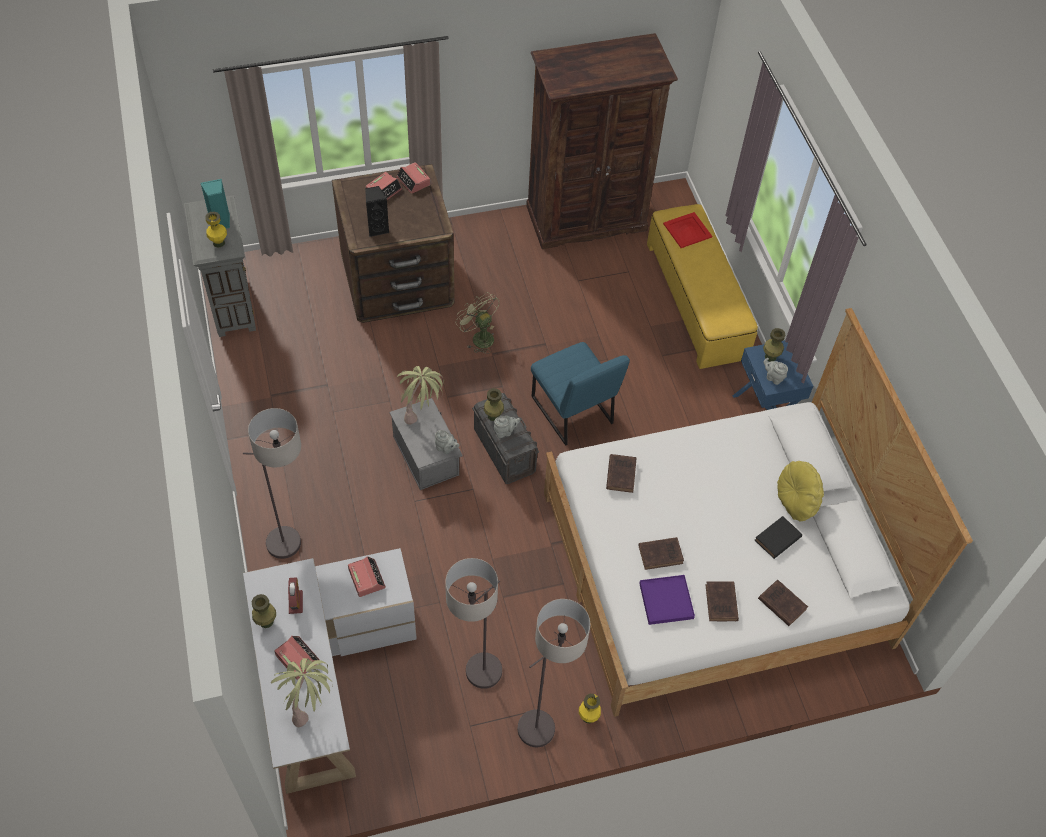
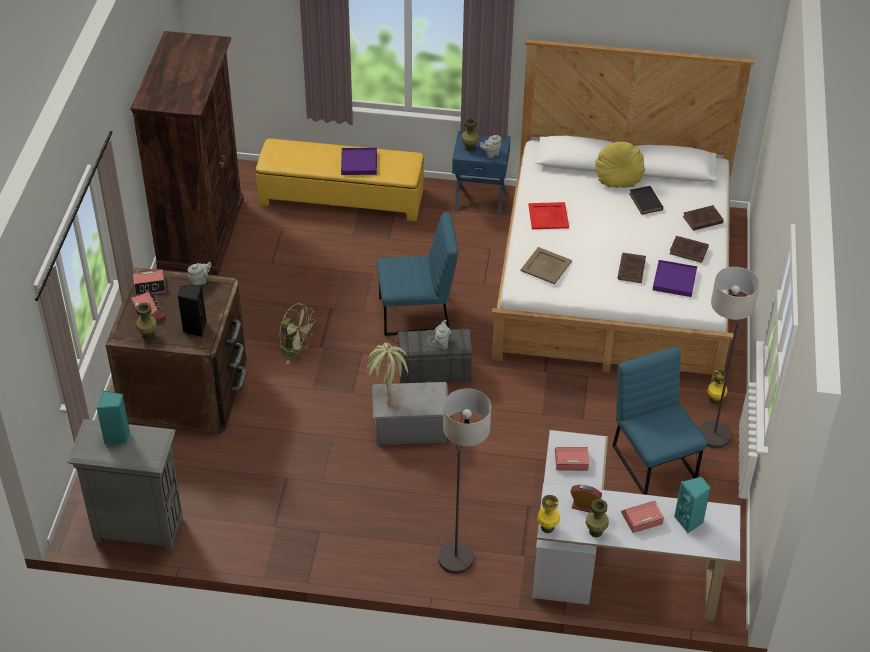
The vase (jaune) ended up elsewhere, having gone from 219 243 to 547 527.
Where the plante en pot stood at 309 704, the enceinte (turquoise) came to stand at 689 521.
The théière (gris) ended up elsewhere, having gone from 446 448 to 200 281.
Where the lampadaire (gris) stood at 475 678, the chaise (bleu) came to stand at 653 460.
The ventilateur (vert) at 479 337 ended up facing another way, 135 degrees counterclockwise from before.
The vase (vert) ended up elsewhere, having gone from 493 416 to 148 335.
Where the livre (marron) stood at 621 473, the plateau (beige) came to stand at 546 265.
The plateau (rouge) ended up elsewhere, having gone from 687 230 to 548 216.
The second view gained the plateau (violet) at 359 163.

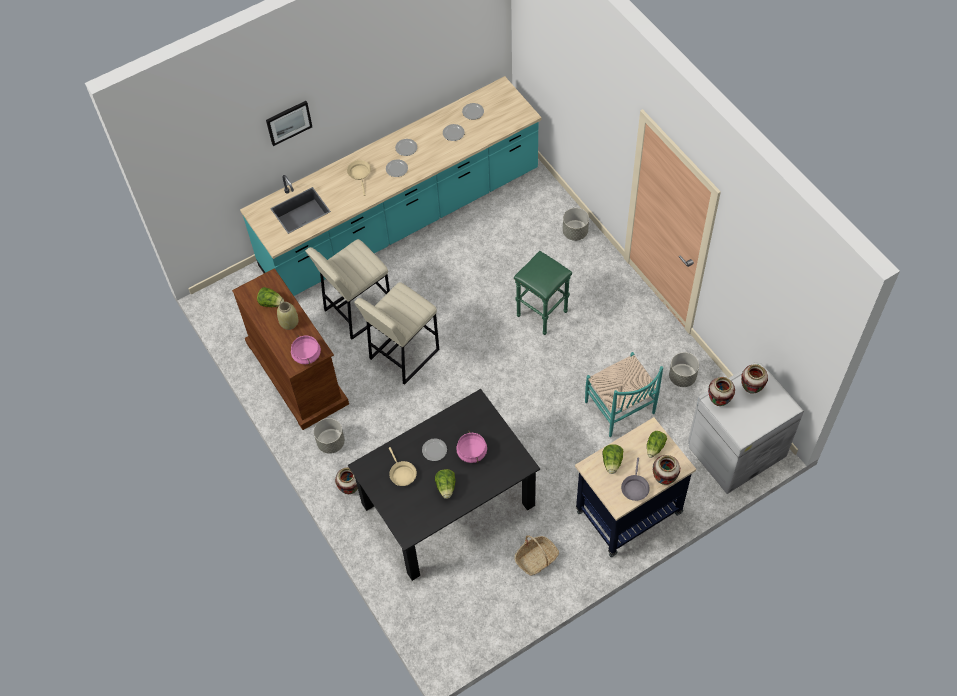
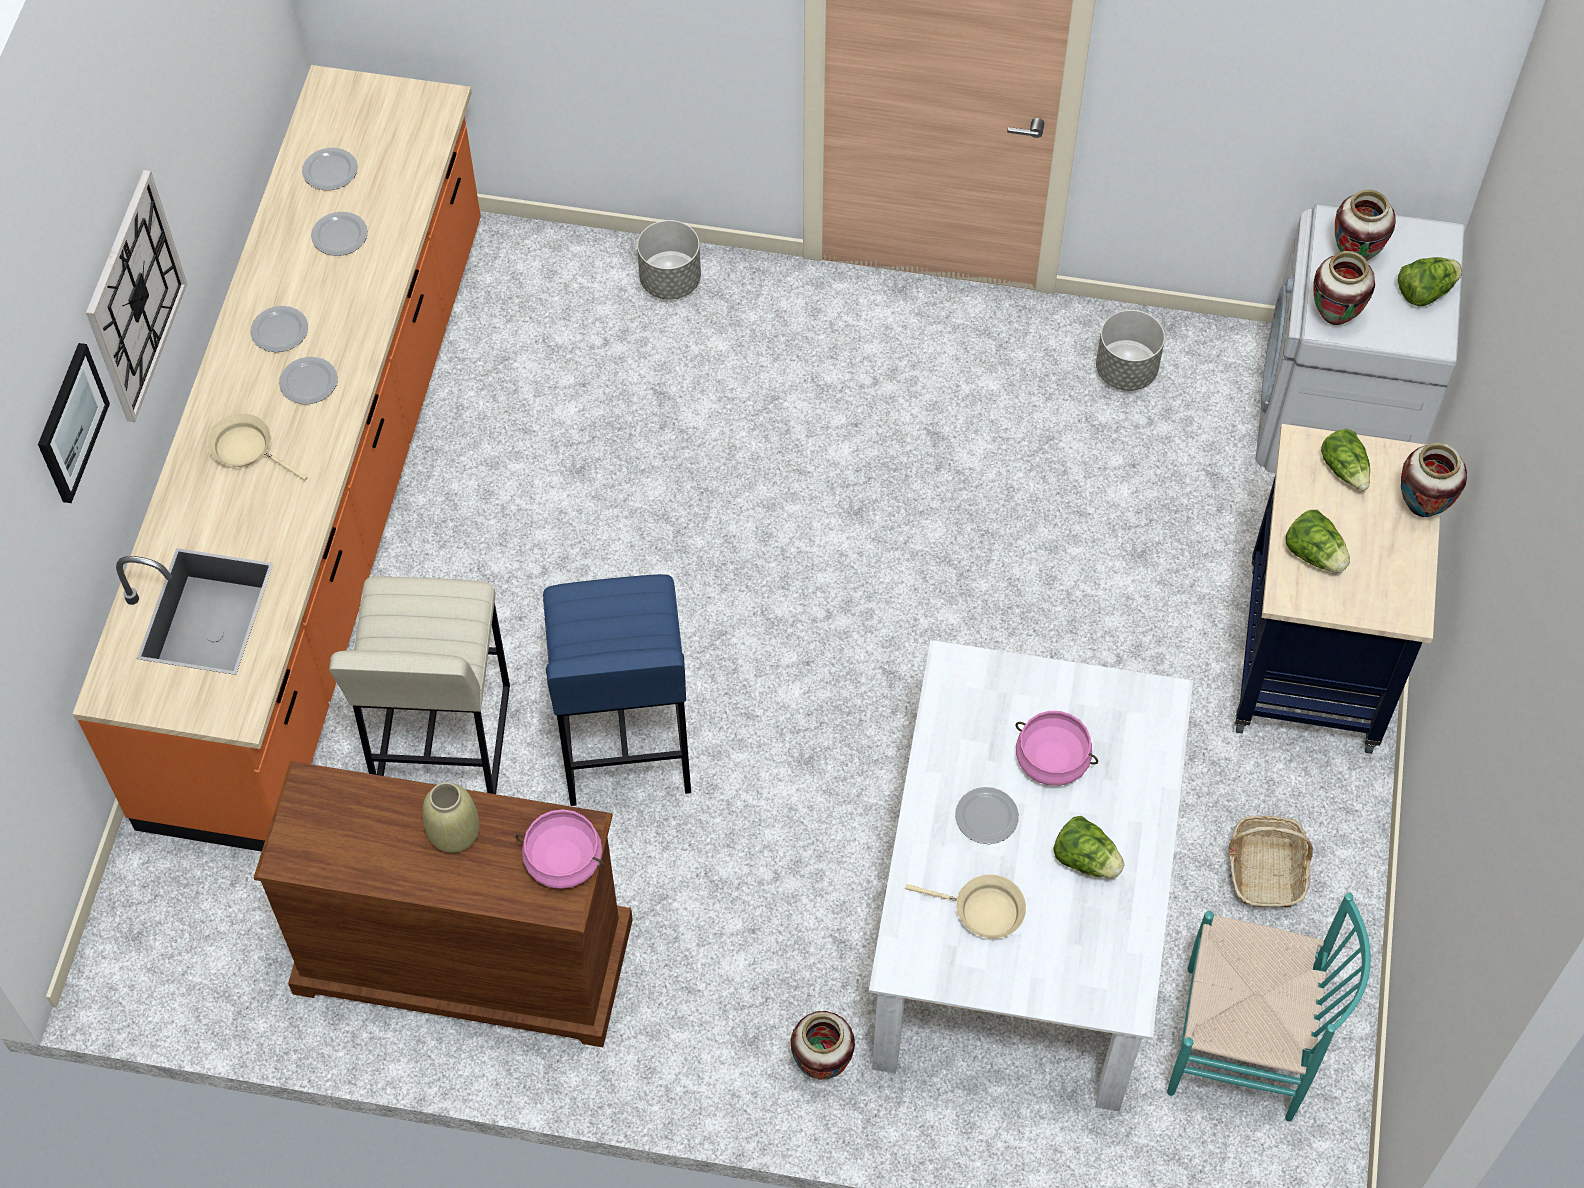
What was the comptoir de cuisine (turquoise) at 401 219 turned into the comptoir de cuisine (orange) at 325 512.
The laitue ended up elsewhere, having gone from 271 303 to 1425 292.
The second view lost the cache-pot (gris) at 331 442.
What was the table à manger (noir) at 447 506 turned into the table à manger (blanc) at 1021 926.
What was the tabouret (beige) at 403 355 turned into the tabouret (bleu) at 625 744.
The second view lost the tabouret (vert) at 543 313.
The chaise (turquoise) ended up elsewhere, having gone from 621 410 to 1247 1045.
The second view lost the poêle (gris) at 634 487.
The second view gained the horloge murale at 135 297.

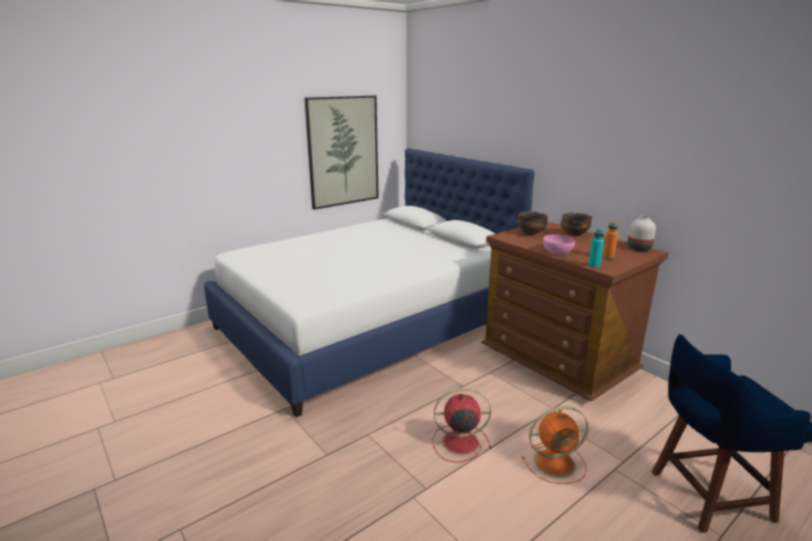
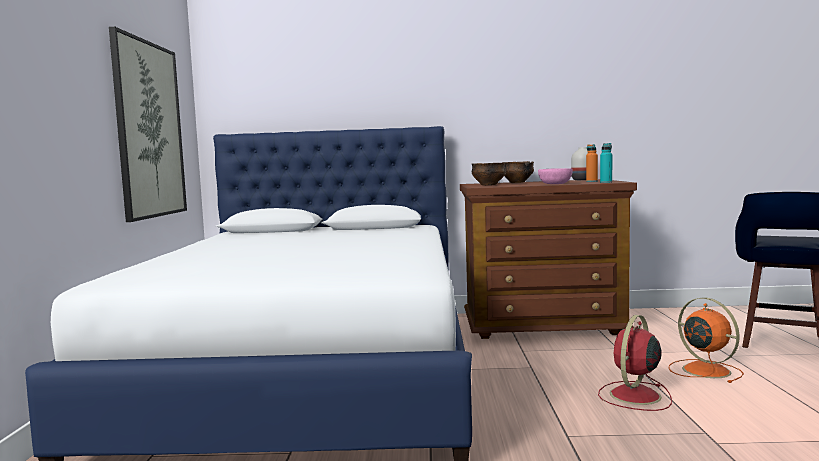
The ventilateur (orange) at 556 462 ended up facing another way, 60 degrees counterclockwise from before.

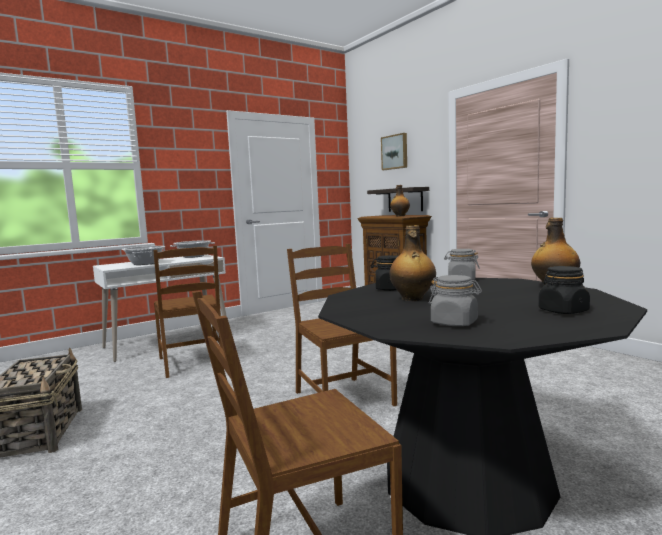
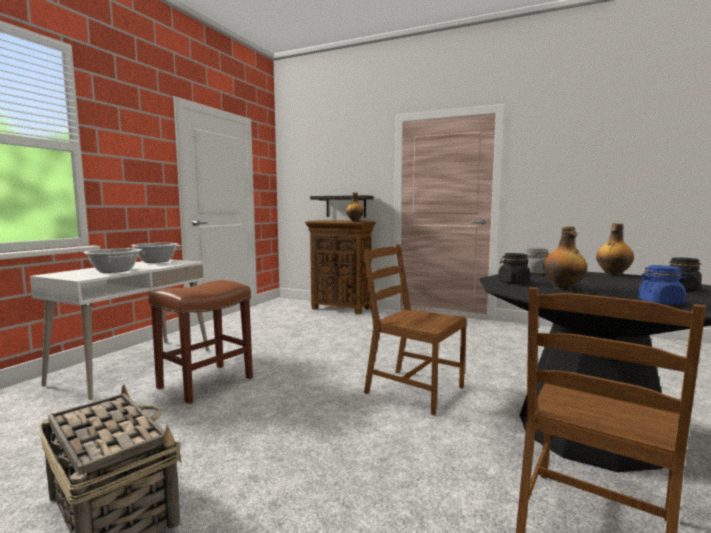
Where the chaise (marron) stood at 193 362, the tabouret (marron) came to stand at 205 383.
The second view lost the tableau at 395 152.
What was the bocal (gris) at 454 323 turned into the bocal (bleu) at 660 302.

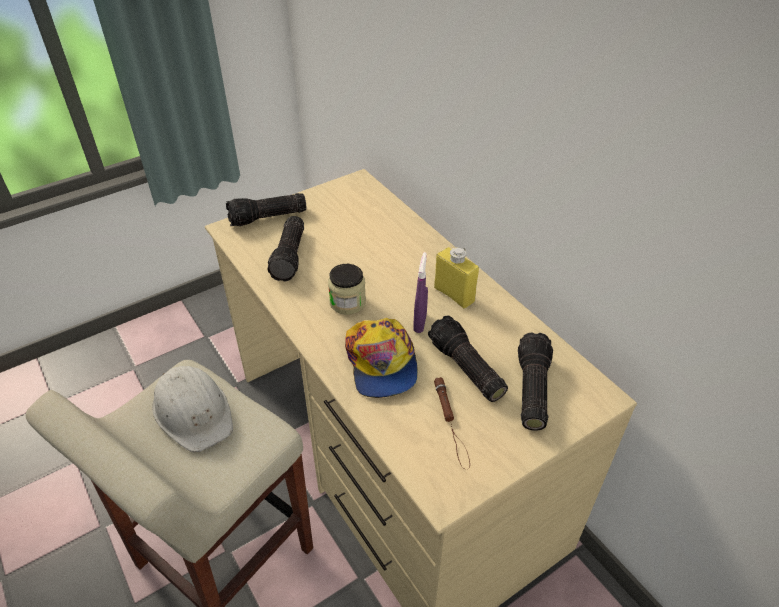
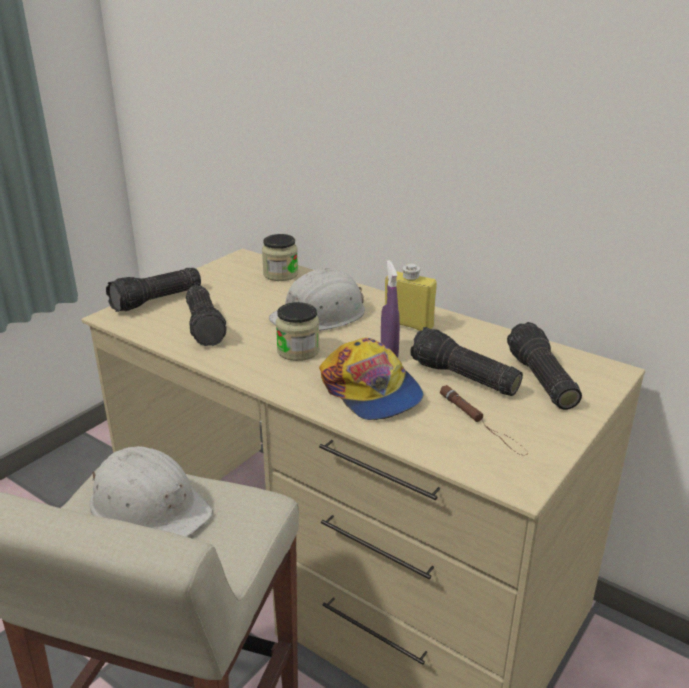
The second view gained the bocal at 280 274.
The second view gained the casque de chantier (blanc) at 320 315.

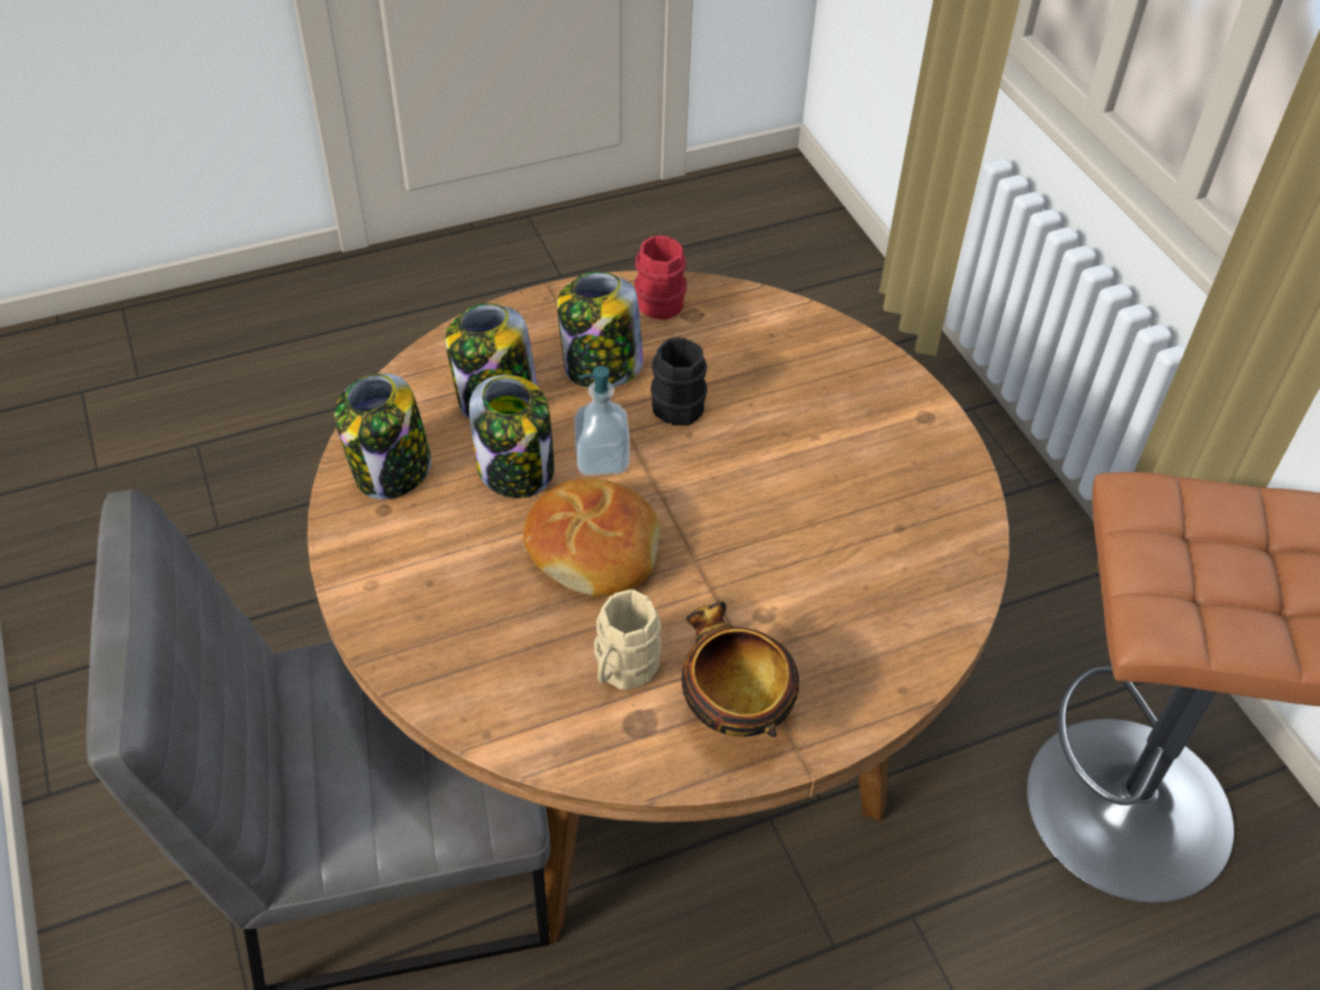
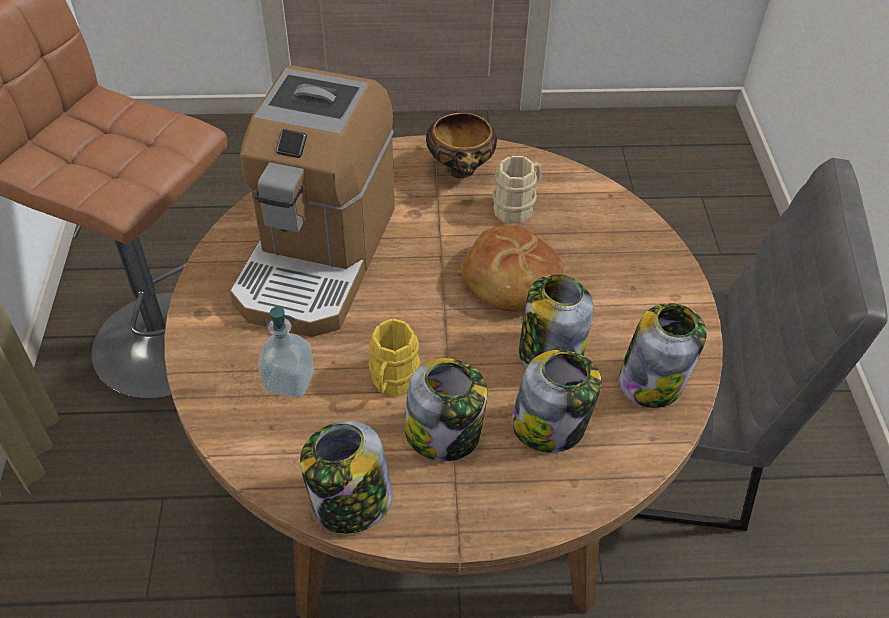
The distributeur de savon ended up elsewhere, having gone from 602 460 to 289 381.
Where the mug (rouge) stood at 660 297, the bocal came to stand at 350 503.
What was the mug (noir) at 677 400 turned into the mug (jaune) at 392 382.
The second view gained the machine à café at 317 256.

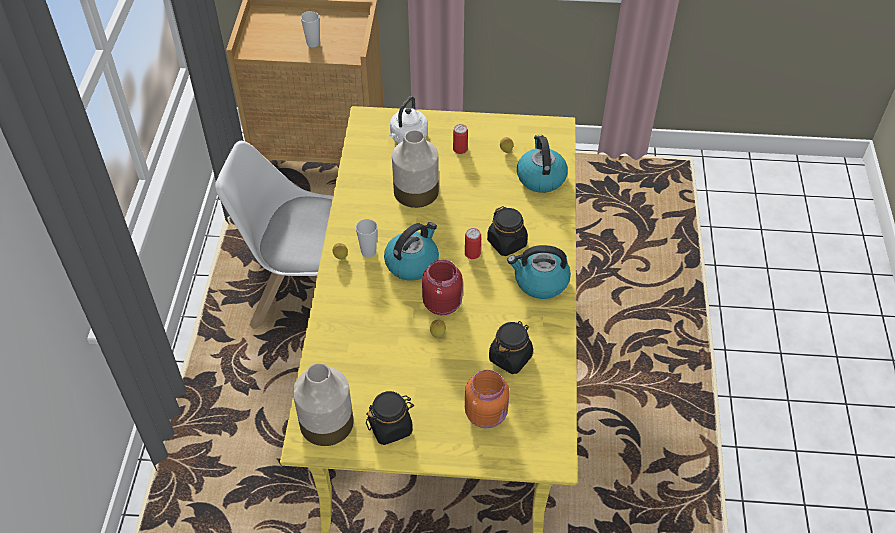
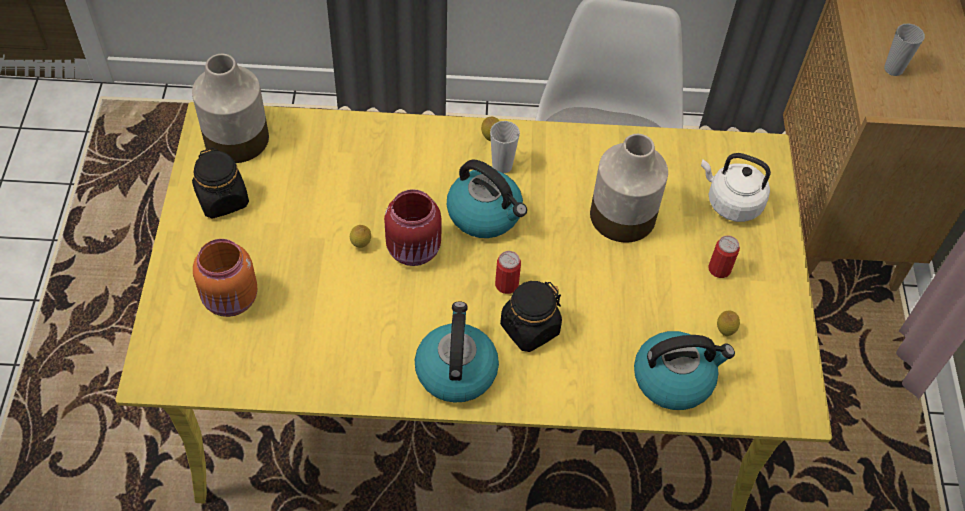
The second view lost the bocal (noir) at 510 357.

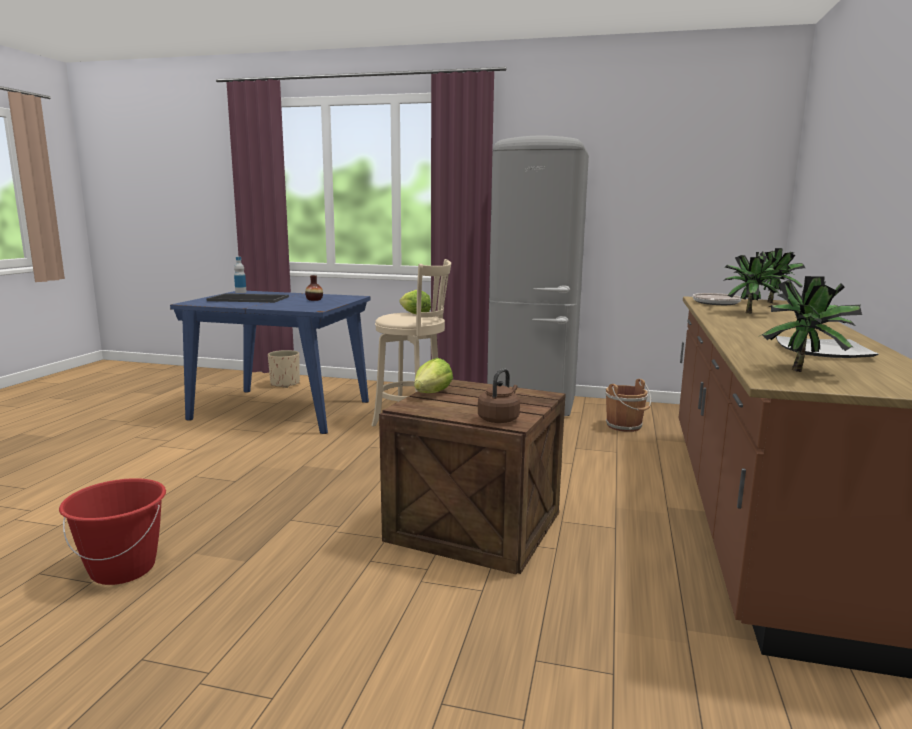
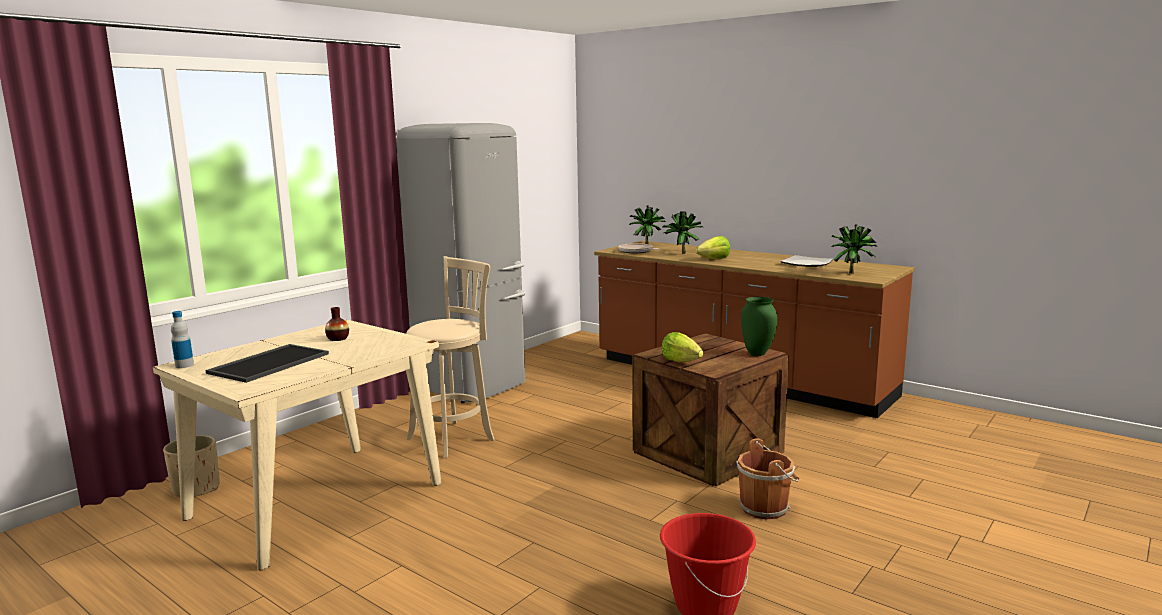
What was the table à manger (bleu) at 283 410 turned into the table à manger (beige) at 318 499.
The laitue ended up elsewhere, having gone from 414 314 to 714 259.
Where the bouilloire (marron) stood at 499 419, the vase (vert) came to stand at 756 354.
The seau (marron) ended up elsewhere, having gone from 625 426 to 766 507.

